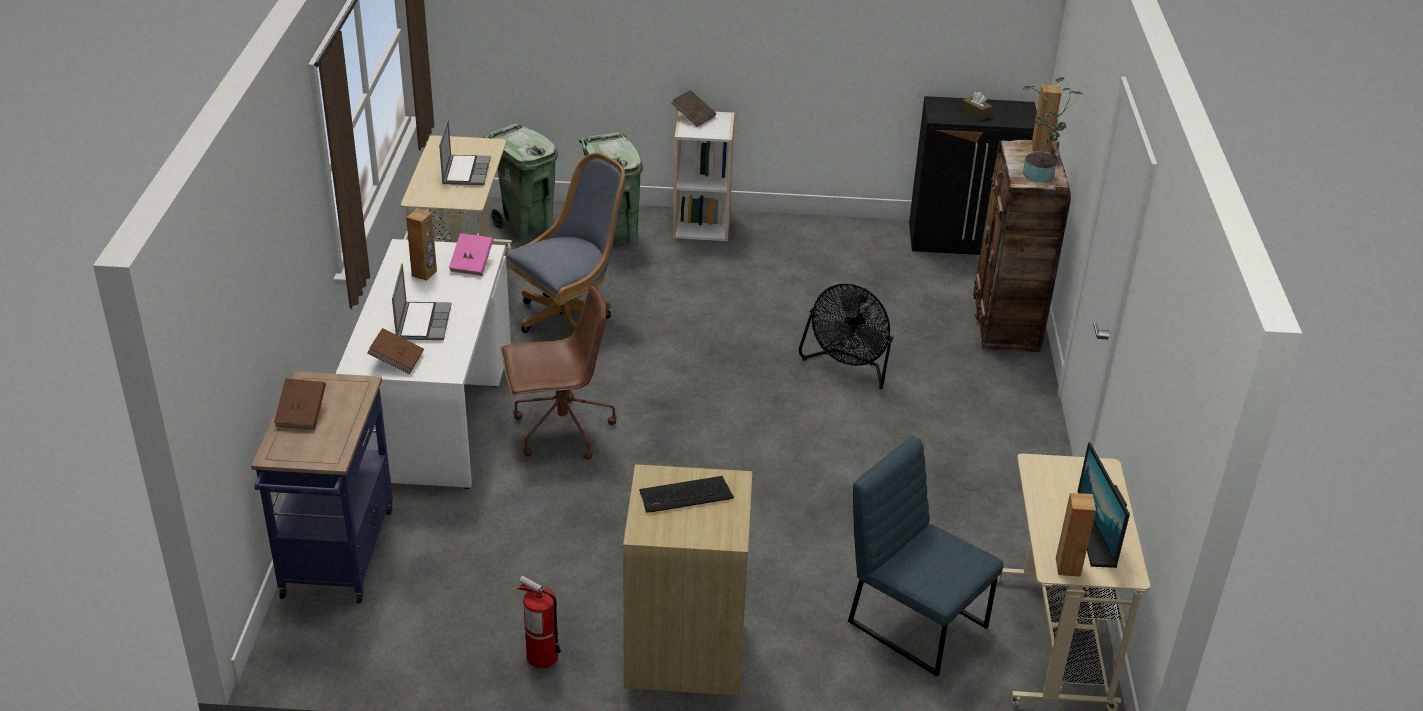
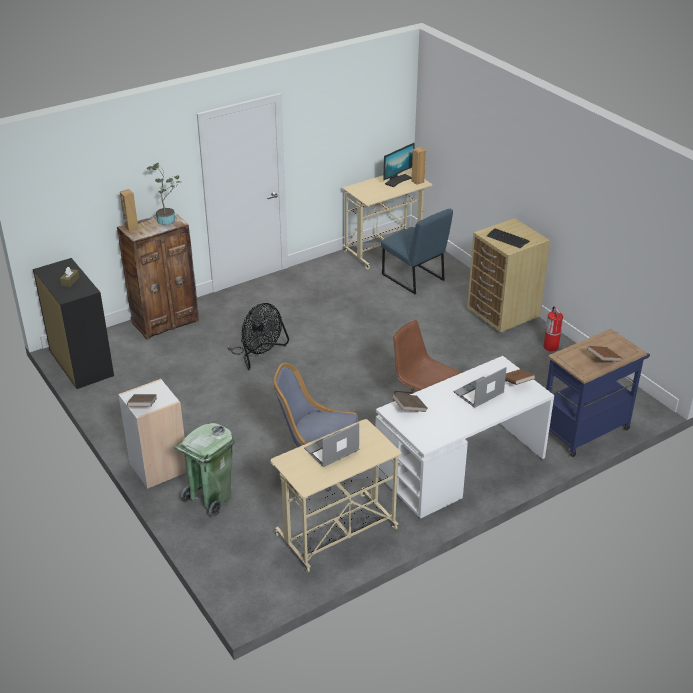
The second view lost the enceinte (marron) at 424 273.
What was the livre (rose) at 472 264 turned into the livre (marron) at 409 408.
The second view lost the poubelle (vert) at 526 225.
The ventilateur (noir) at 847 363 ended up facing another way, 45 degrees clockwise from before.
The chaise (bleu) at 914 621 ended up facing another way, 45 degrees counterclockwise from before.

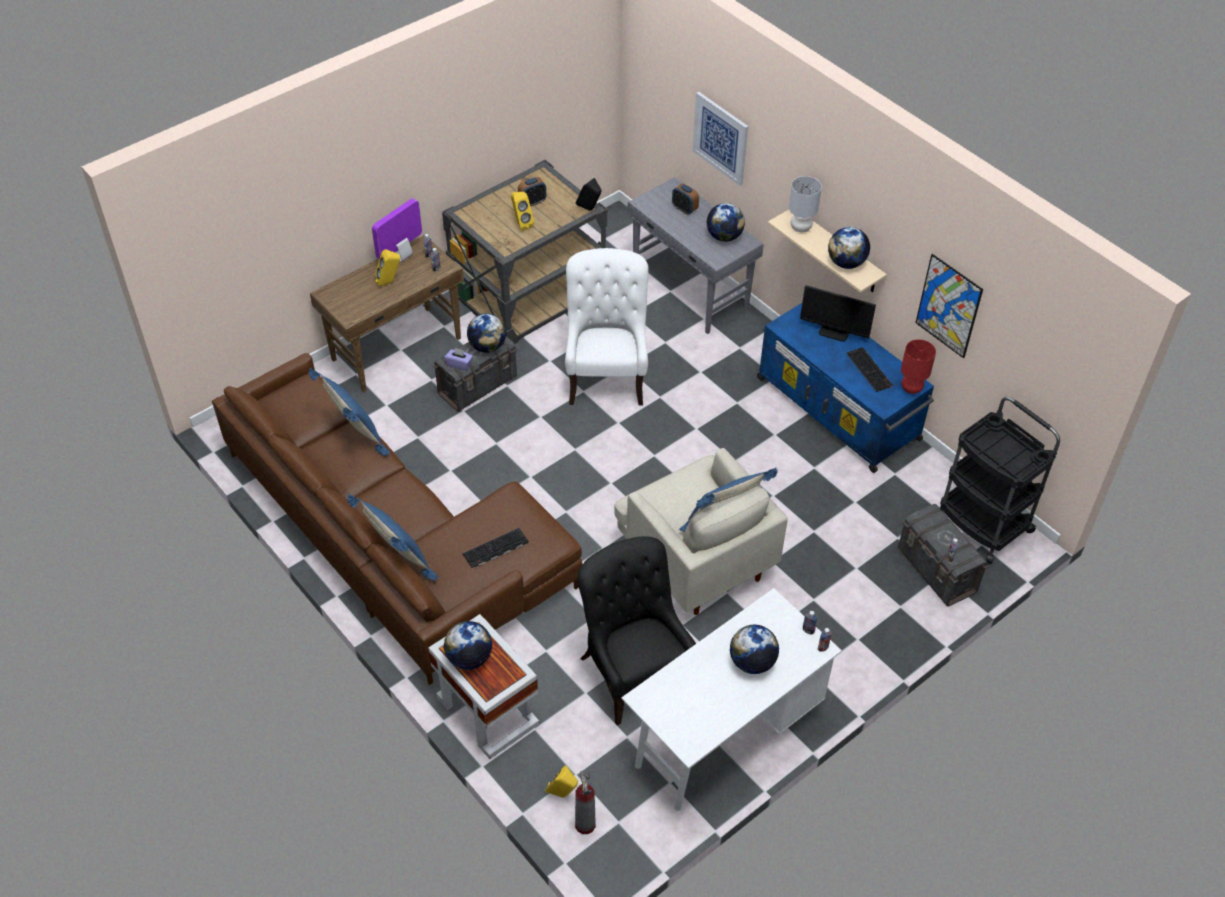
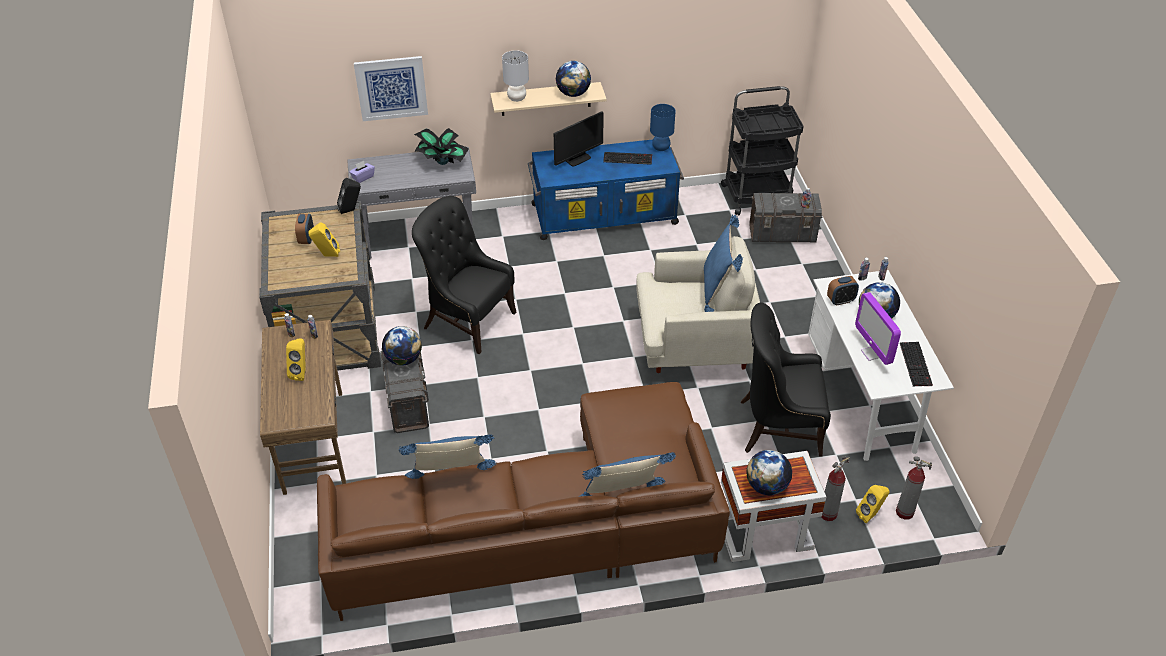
The écran d'ordinateur ended up elsewhere, having gone from 401 255 to 872 353.
The boîte à mouchoirs (violet) ended up elsewhere, having gone from 459 364 to 363 177.
The clavier ended up elsewhere, having gone from 495 549 to 916 364.
What was the chaise (blanc) at 606 377 turned into the chaise (noir) at 468 320.
The réveil ended up elsewhere, having gone from 684 209 to 840 300.
Where the globe stood at 724 237, the plante en pot came to stand at 442 161.
What was the lampe de table (rouge) at 911 388 turned into the lampe de table (bleu) at 660 148.
The second view lost the tableau at 948 306.
The second view gained the extincteur at 828 514.

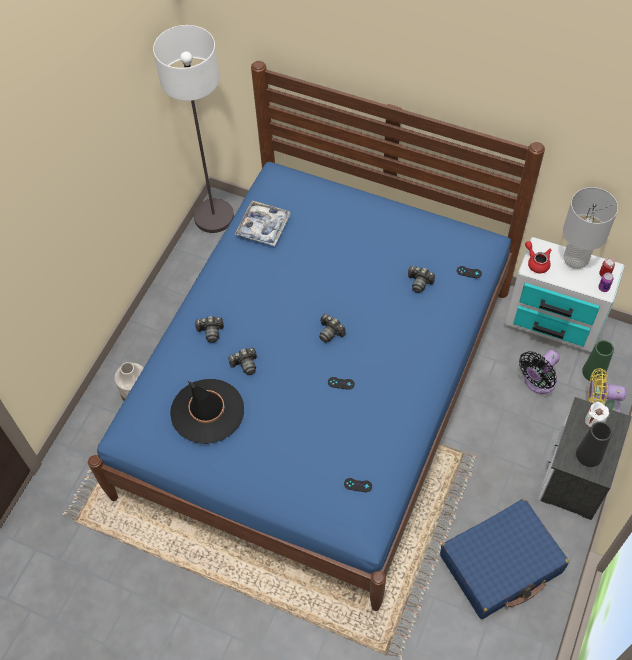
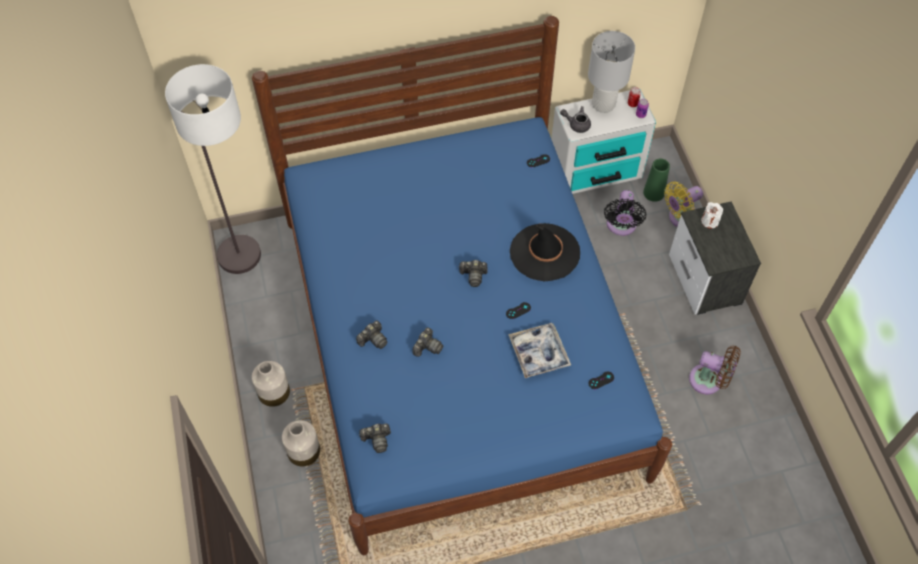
The chapeau (noir) ended up elsewhere, having gone from 207 411 to 544 252.
The plateau ended up elsewhere, having gone from 263 227 to 539 353.
The appareil photo ended up elsewhere, having gone from 419 283 to 377 440.
Where the valise (bleu) stood at 501 564, the ventilateur (marron) came to stand at 709 381.
What was the théière (rouge) at 536 262 turned into the théière (gris) at 576 124.
The second view lost the vase (noir) at 589 455.
The second view gained the vase (beige) at 273 391.

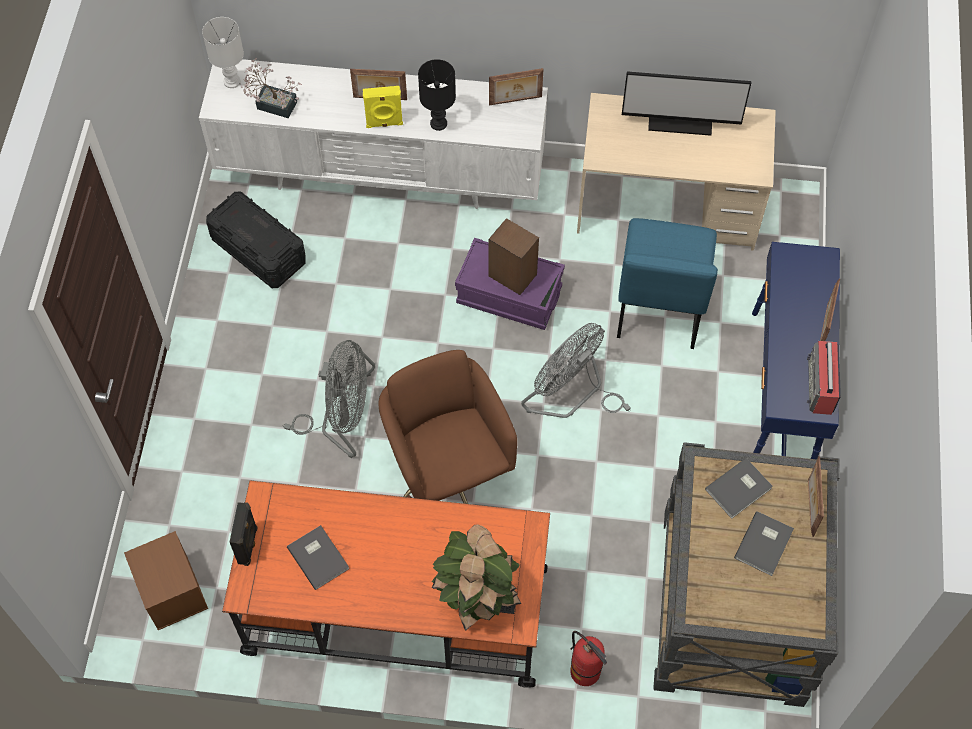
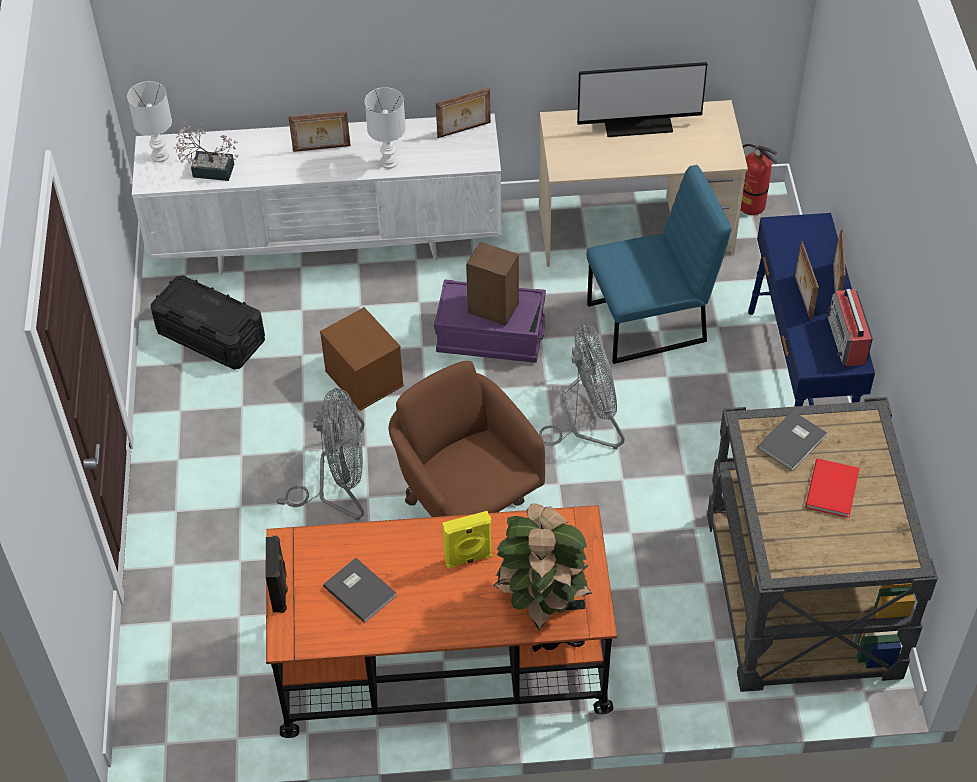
The boîte de rangement (marron) ended up elsewhere, having gone from 171 591 to 363 378.
The enceinte (jaune) ended up elsewhere, having gone from 384 124 to 468 559.
What was the lampe de table (noir) at 439 123 turned into the lampe de table (blanc) at 390 162.
The ventilateur (gris) at 576 391 ended up facing another way, 135 degrees clockwise from before.
The extincteur ended up elsewhere, having gone from 585 672 to 752 206.
The chaise (bleu) at 659 307 ended up facing another way, 105 degrees counterclockwise from before.
What was the livre (gris) at 765 544 turned into the livre (rouge) at 834 489.
The cadre photo ended up elsewhere, having gone from 810 506 to 802 298.

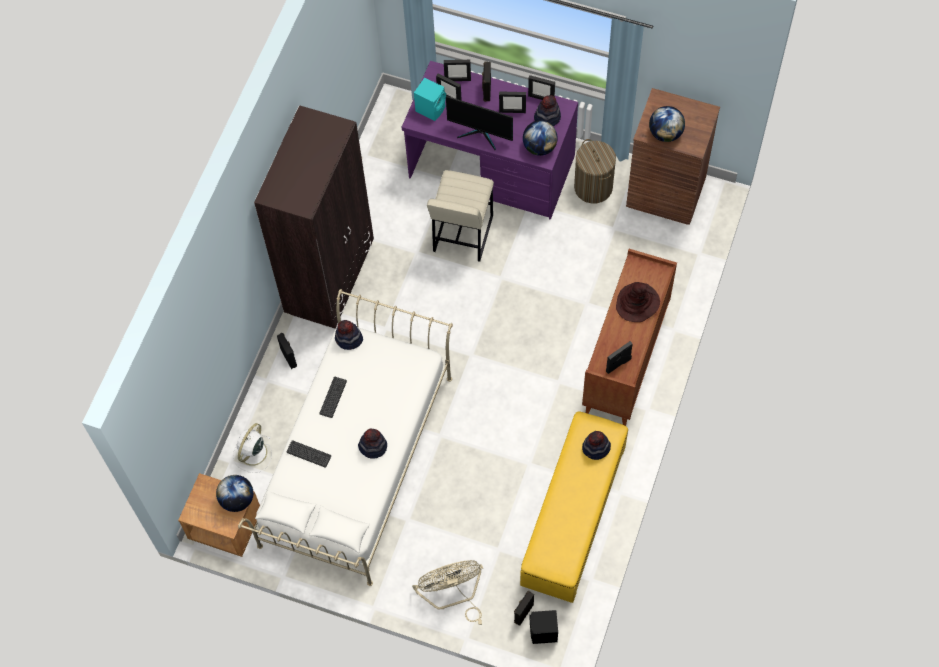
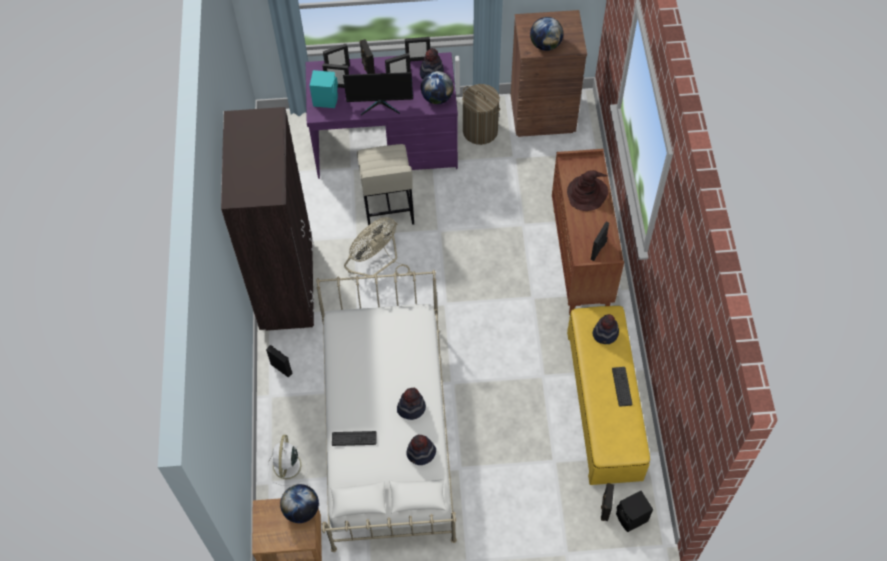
The clavier ended up elsewhere, having gone from 333 397 to 622 386.
The chapeau ended up elsewhere, having gone from 349 339 to 421 453.
The ventilateur (beige) ended up elsewhere, having gone from 455 594 to 380 261.

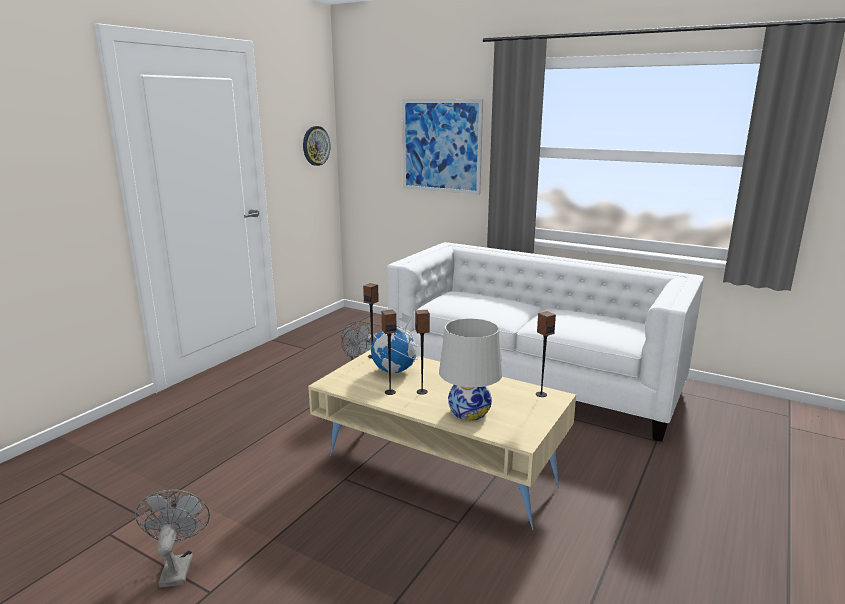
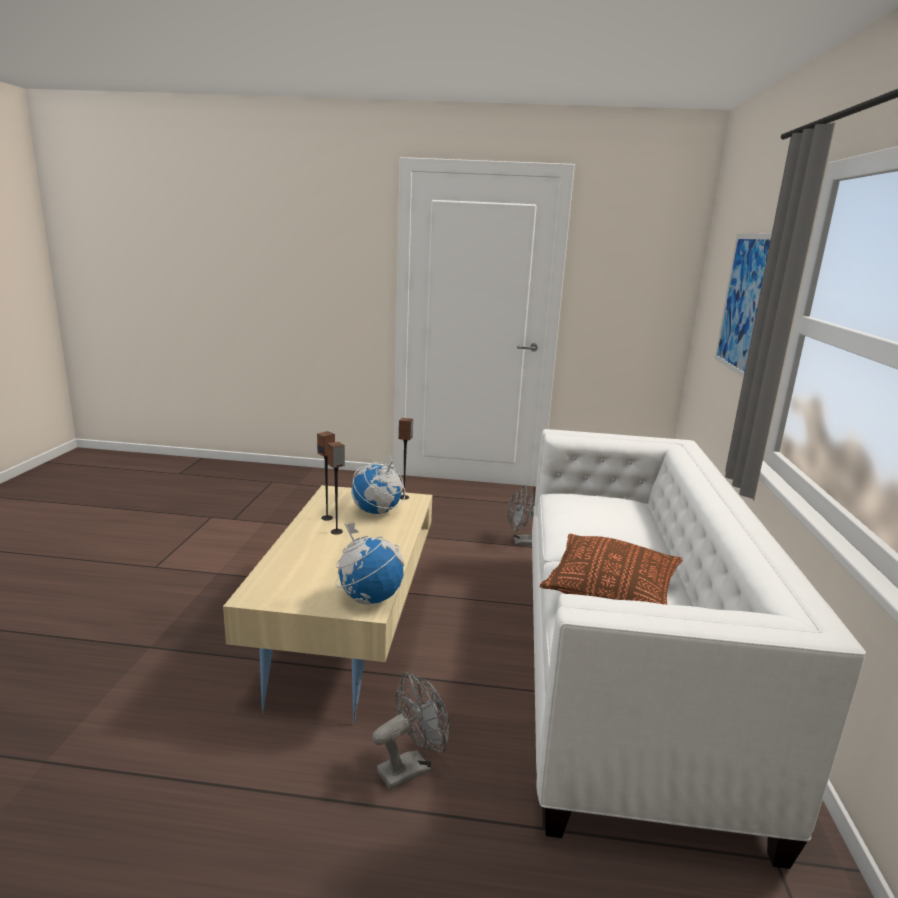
The ventilateur (gris) ended up elsewhere, having gone from 177 566 to 411 767.
The second view lost the horloge murale at 315 146.
The second view lost the lampe de table (blanc) at 469 412.
Where the enceinte stood at 541 394, the globe came to stand at 369 598.
The second view gained the coussin (marron) at 610 591.

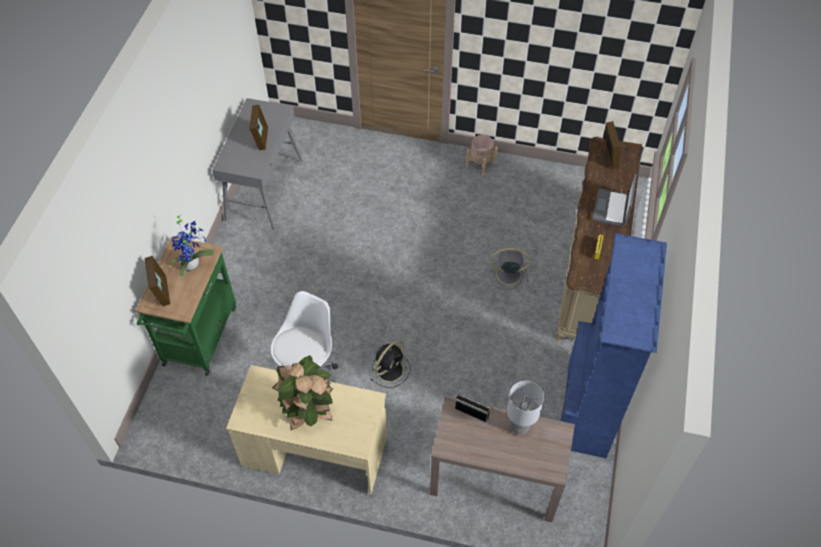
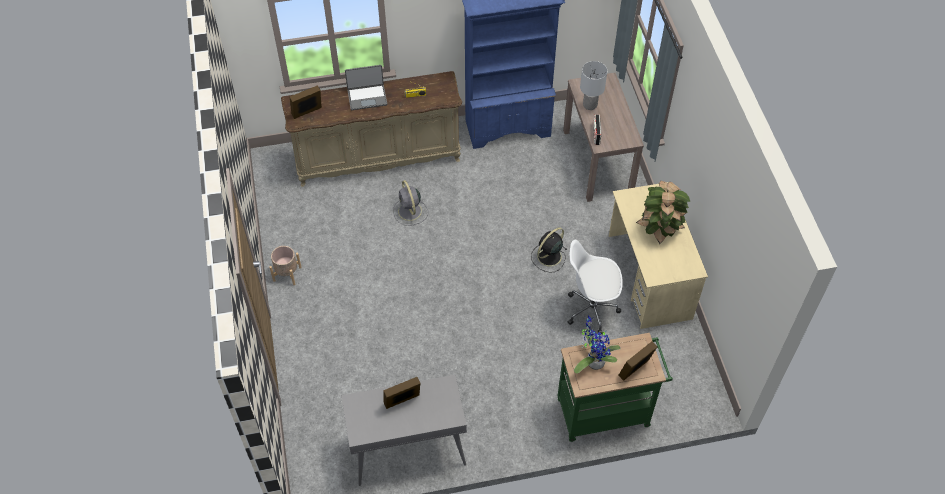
The ventilateur (noir) at 390 369 ended up facing another way, 60 degrees counterclockwise from before.

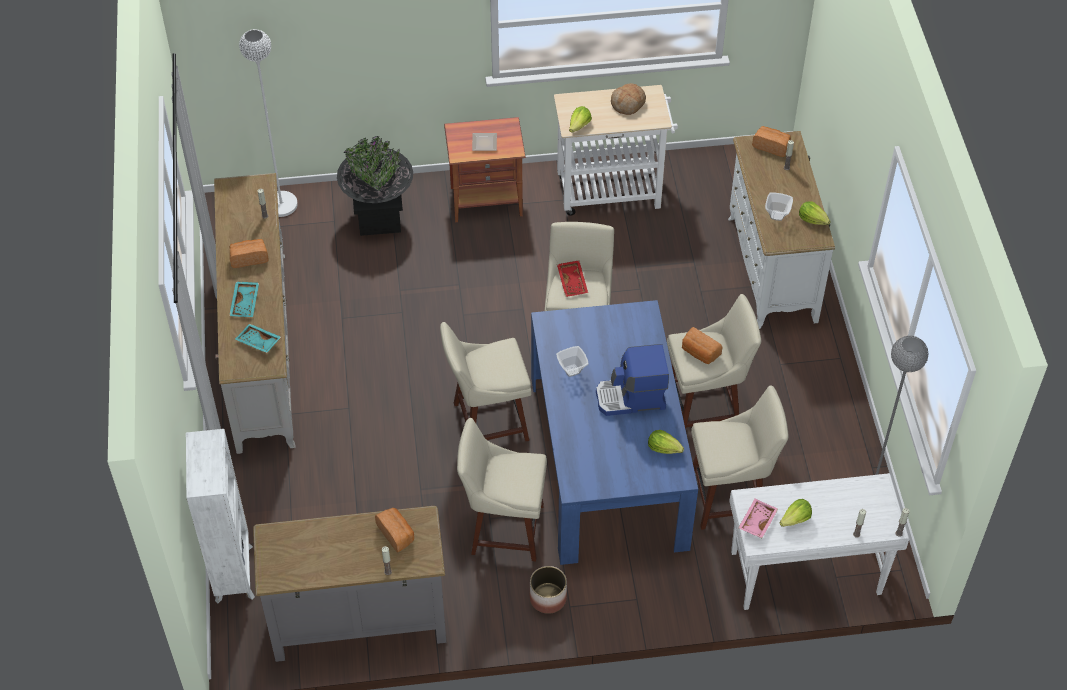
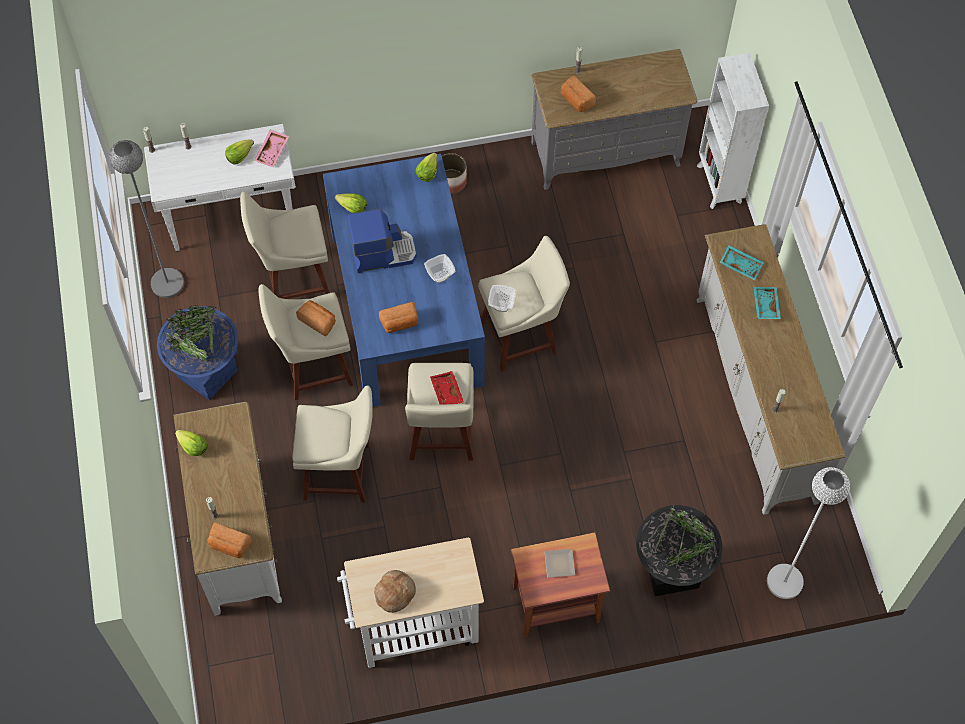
The pain ended up elsewhere, having gone from 249 258 to 400 323.
The tabouret (beige) ended up elsewhere, having gone from 503 528 to 341 472.
The laitue ended up elsewhere, having gone from 579 126 to 427 172.
The bol ended up elsewhere, having gone from 776 215 to 502 306.
The second view gained the cache-pot (bleu) at 207 373.

